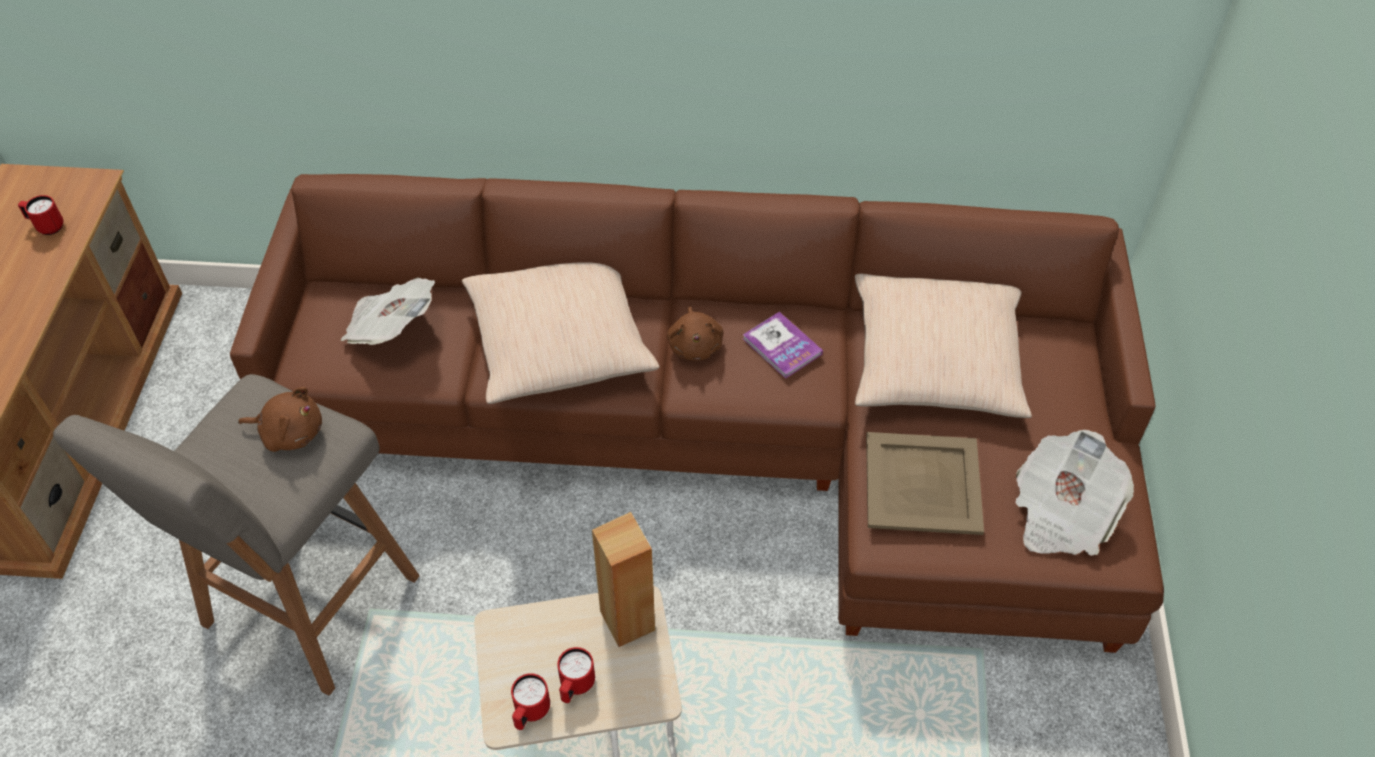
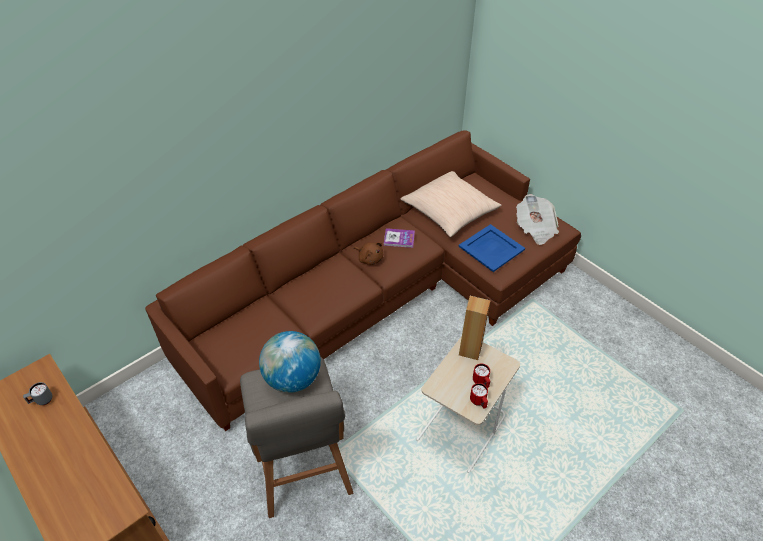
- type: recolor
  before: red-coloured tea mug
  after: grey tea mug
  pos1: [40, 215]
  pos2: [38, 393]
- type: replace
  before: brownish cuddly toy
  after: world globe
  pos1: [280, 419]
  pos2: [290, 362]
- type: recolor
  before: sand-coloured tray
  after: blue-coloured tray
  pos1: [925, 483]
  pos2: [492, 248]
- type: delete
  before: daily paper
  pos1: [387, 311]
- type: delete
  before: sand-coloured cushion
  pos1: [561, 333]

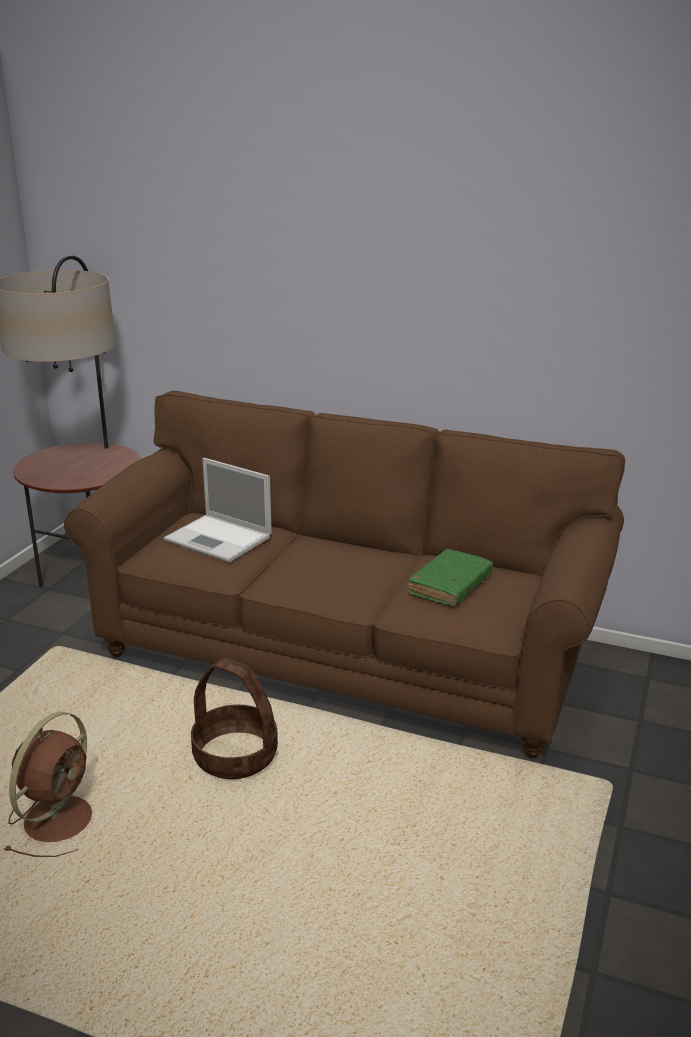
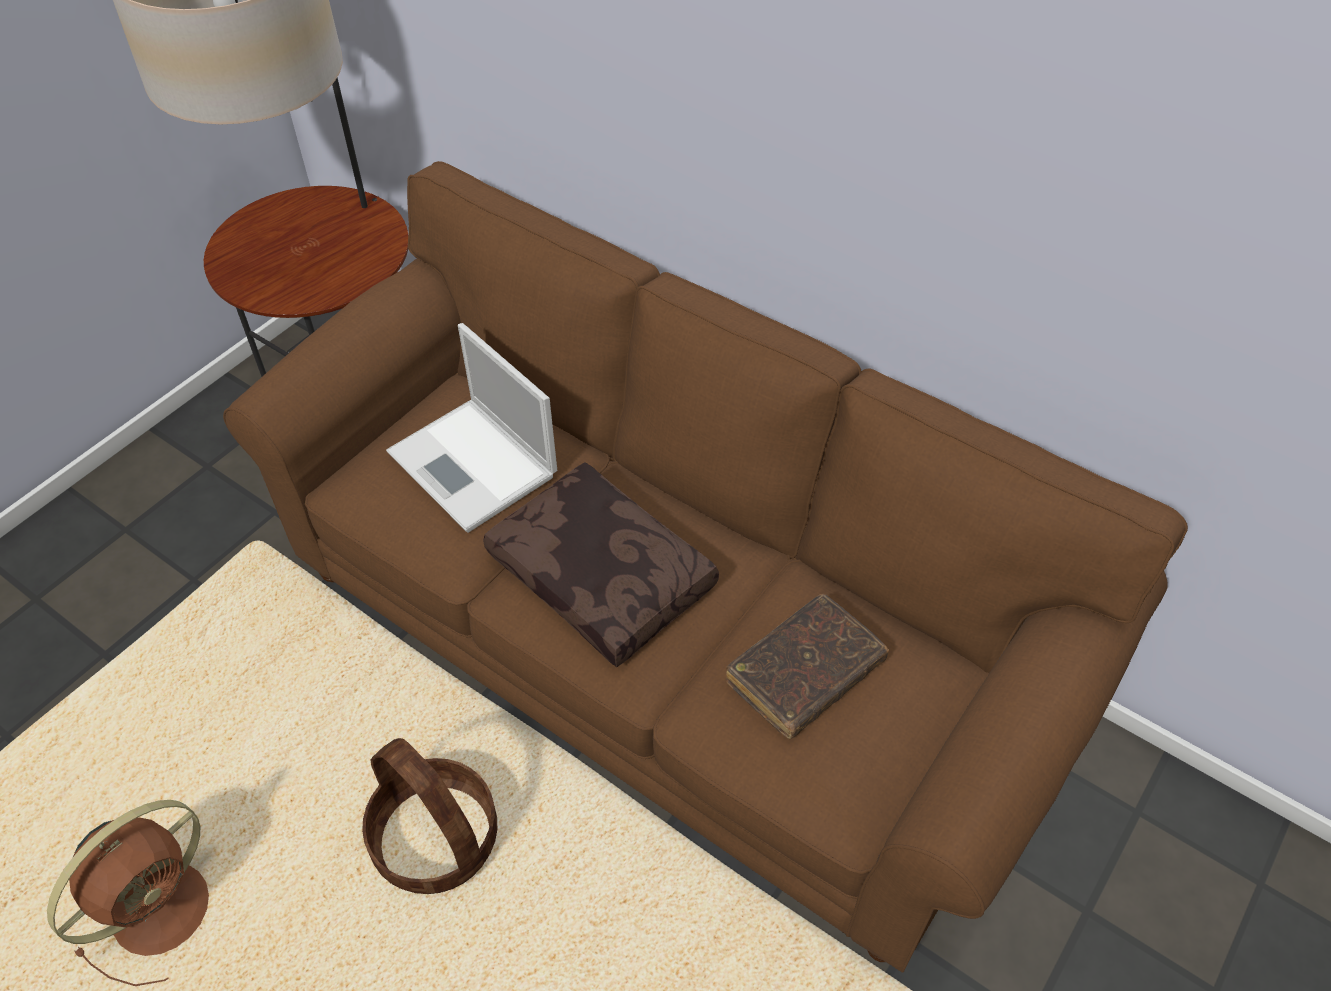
- type: insert
  after: brownish cushion
  pos2: [601, 564]
- type: recolor
  before: greenish book
  after: brownish book
  pos1: [450, 577]
  pos2: [807, 666]

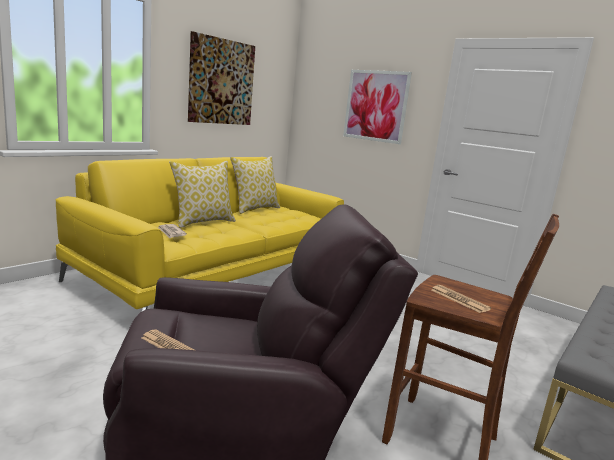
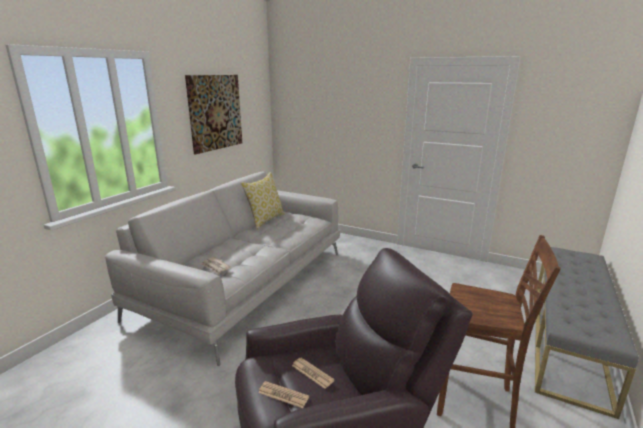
- type: recolor
  before: yellowish sofa
  after: grey sofa
  pos1: [200, 234]
  pos2: [222, 268]
- type: move
  before: daily paper
  pos1: [461, 299]
  pos2: [313, 373]
- type: delete
  before: cushion
  pos1: [202, 194]
- type: delete
  before: wall picture
  pos1: [377, 107]

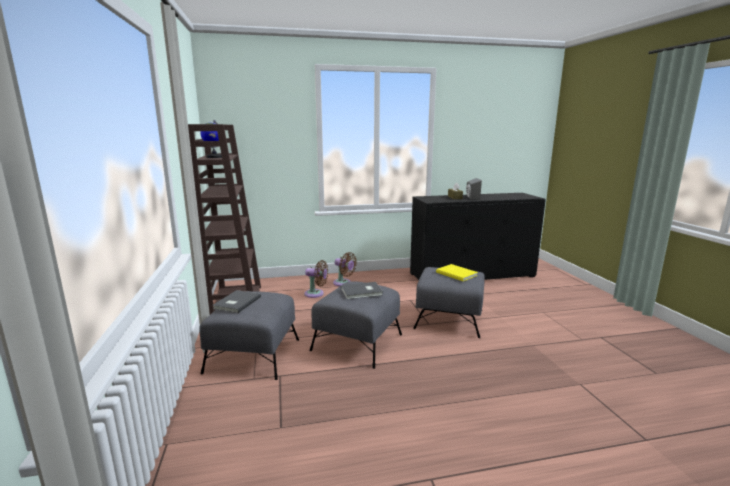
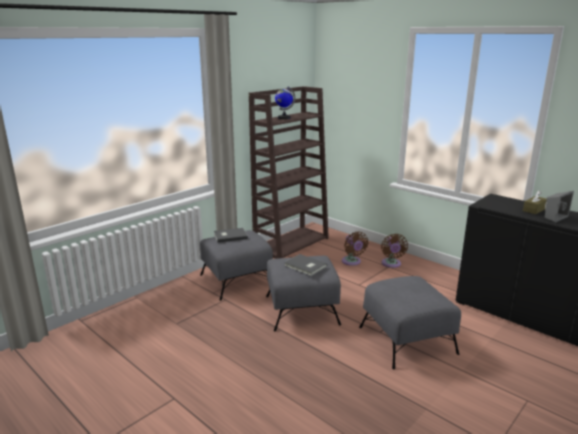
- type: delete
  before: yellowish book
  pos1: [457, 272]

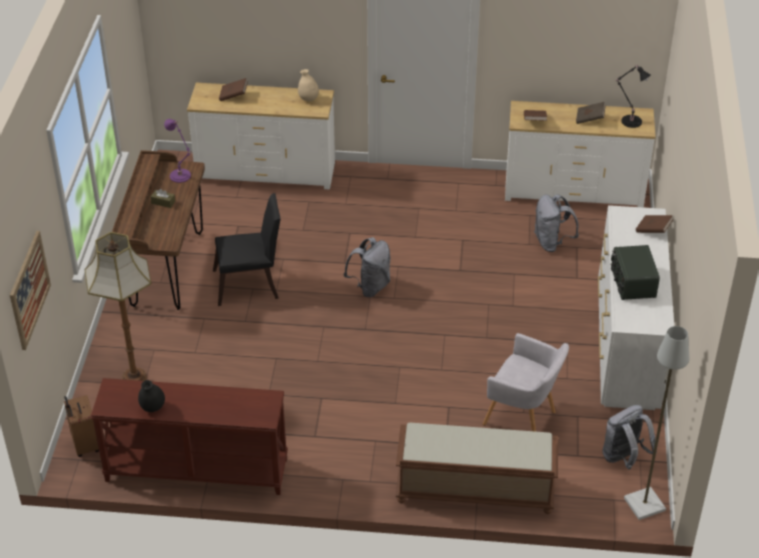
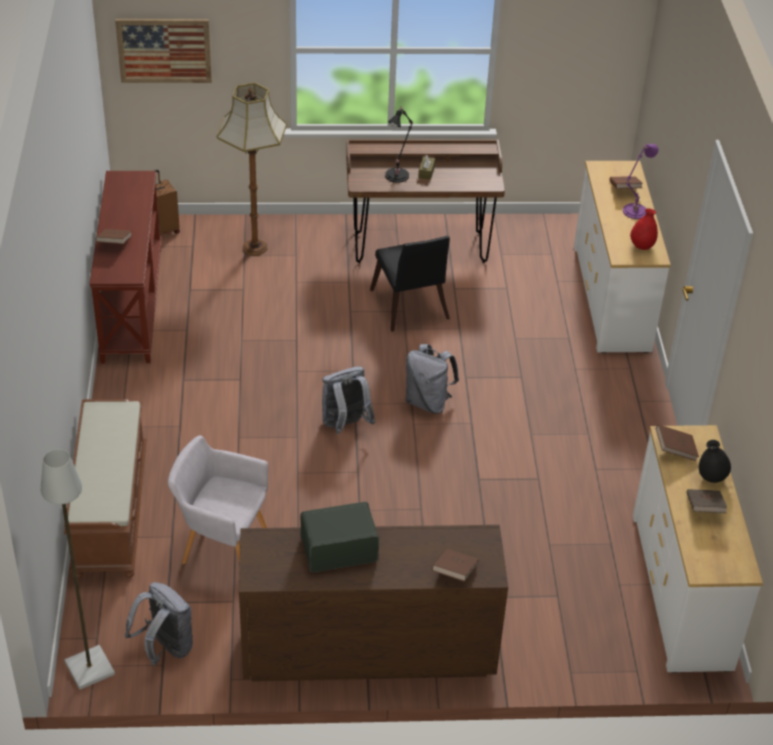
- type: insert
  after: brownish book
  pos2: [113, 236]
- type: rotate
  before: grey easy chair
  pos1: [525, 382]
  pos2: [218, 500]
  turn: 90
- type: recolor
  before: white-coloured chest of drawers
  after: brownish chest of drawers
  pos1: [636, 307]
  pos2: [373, 603]
- type: move
  before: grey knapsack
  pos1: [556, 223]
  pos2: [348, 400]
- type: move
  before: blackish table lamp
  pos1: [633, 96]
  pos2: [399, 145]
- type: move
  before: purplish table lamp
  pos1: [178, 151]
  pos2: [640, 181]
- type: recolor
  before: sand-coloured decorative vase
  after: red-coloured decorative vase
  pos1: [308, 85]
  pos2: [644, 229]
- type: move
  before: blackish decorative vase
  pos1: [151, 396]
  pos2: [715, 461]

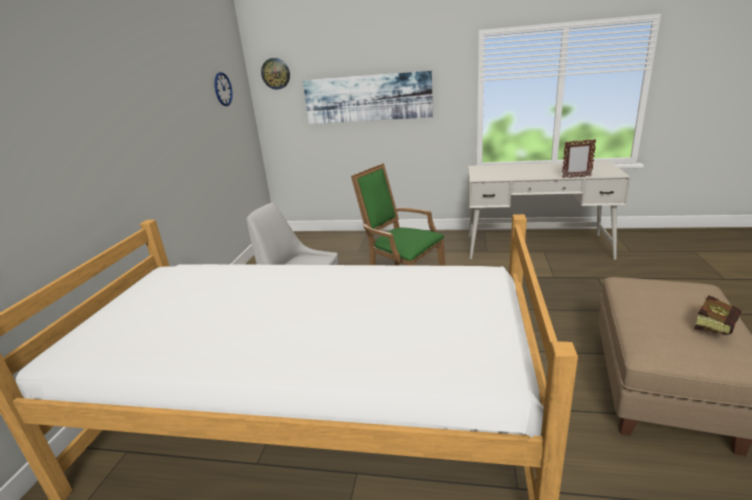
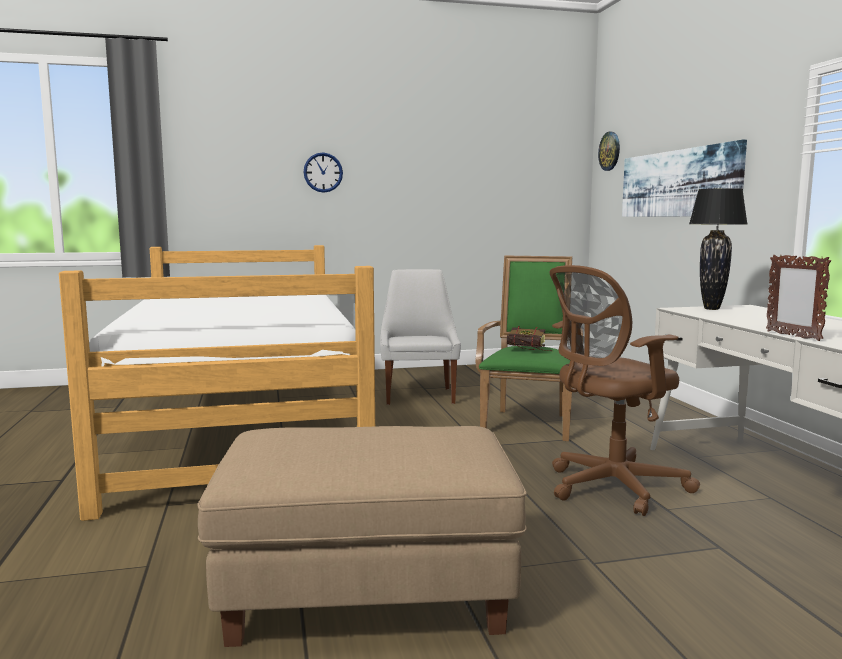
- type: move
  before: wall clock
  pos1: [223, 89]
  pos2: [323, 172]
- type: move
  before: book
  pos1: [717, 315]
  pos2: [530, 338]
- type: insert
  after: brownish office chair
  pos2: [625, 390]
- type: insert
  after: blackish table lamp
  pos2: [718, 249]

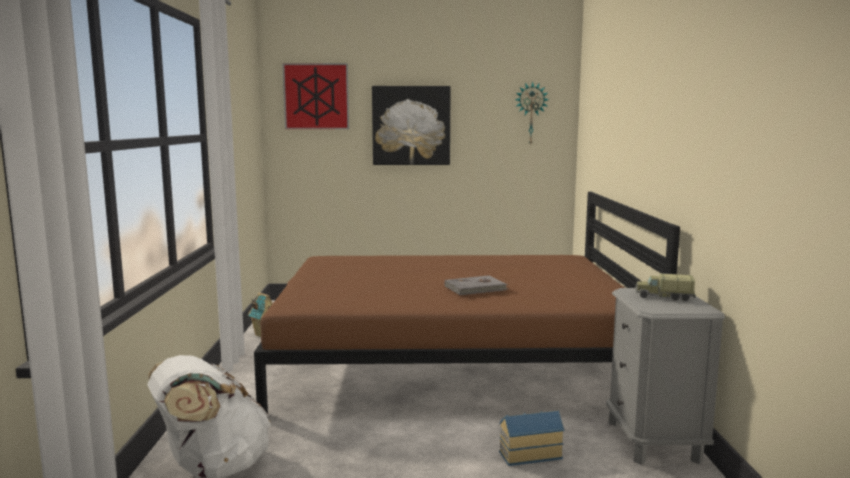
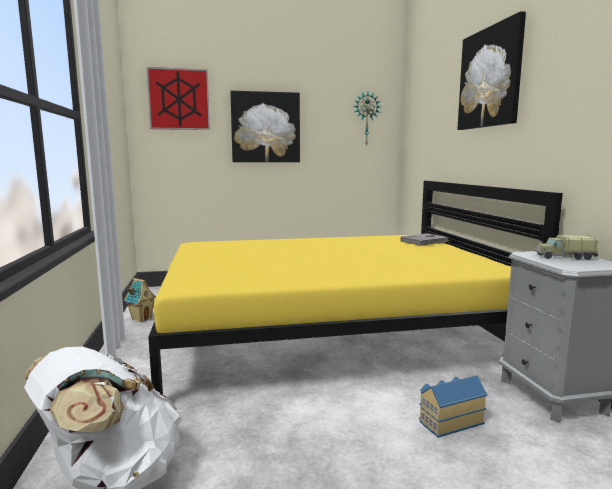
- type: recolor
  before: brownish sleeping bed
  after: yellowish sleeping bed
  pos1: [467, 303]
  pos2: [355, 288]
- type: move
  before: grey book
  pos1: [476, 285]
  pos2: [424, 239]
- type: insert
  after: wall picture
  pos2: [491, 70]

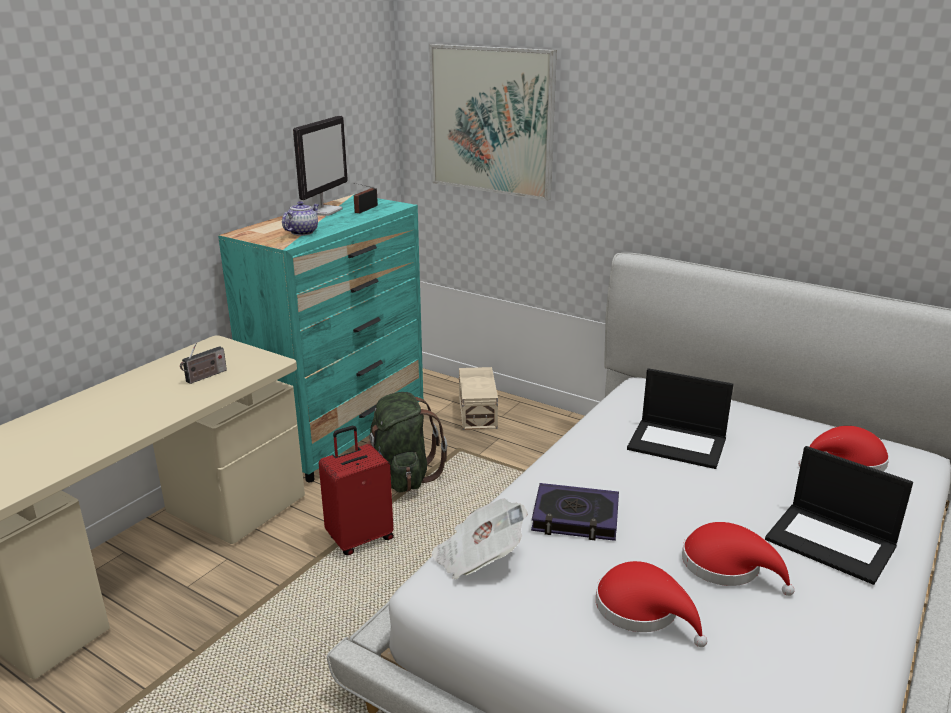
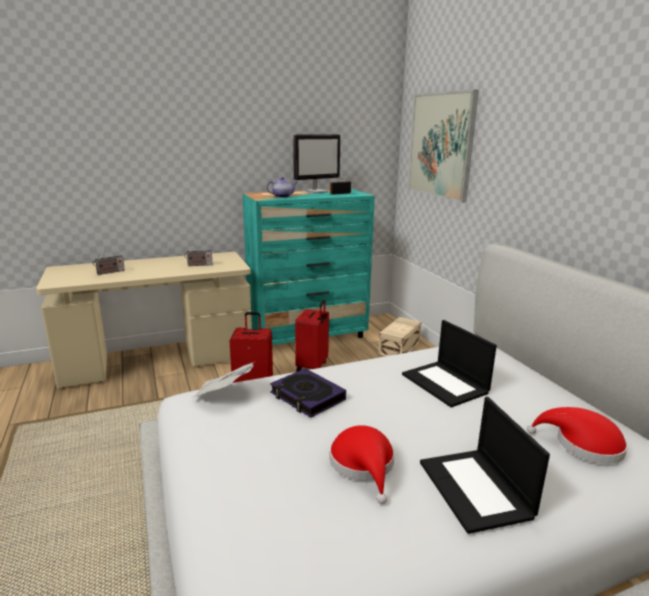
- type: insert
  after: radio
  pos2: [109, 262]
- type: replace
  before: greenish knapsack
  after: red-coloured suitcase
  pos1: [404, 442]
  pos2: [312, 336]
- type: delete
  before: red-coloured clothing hat
  pos1: [651, 604]

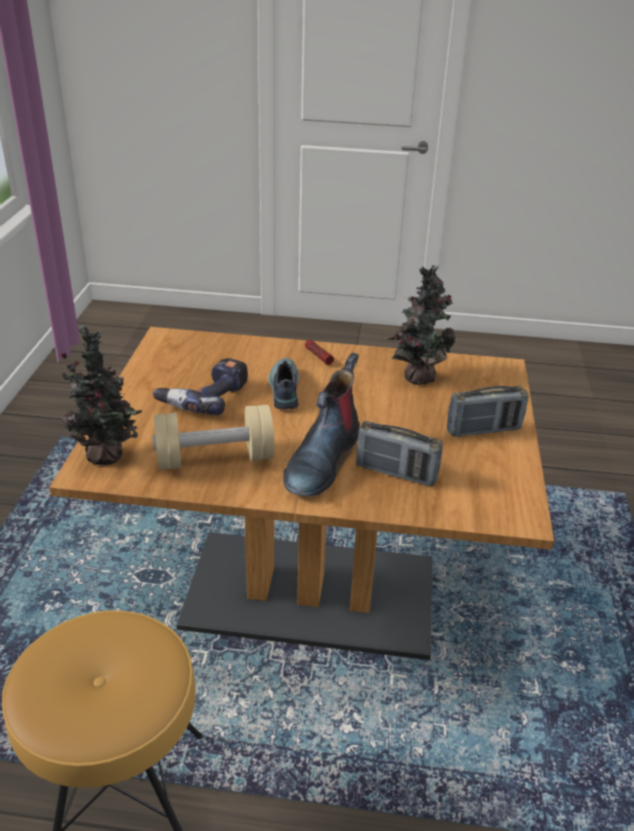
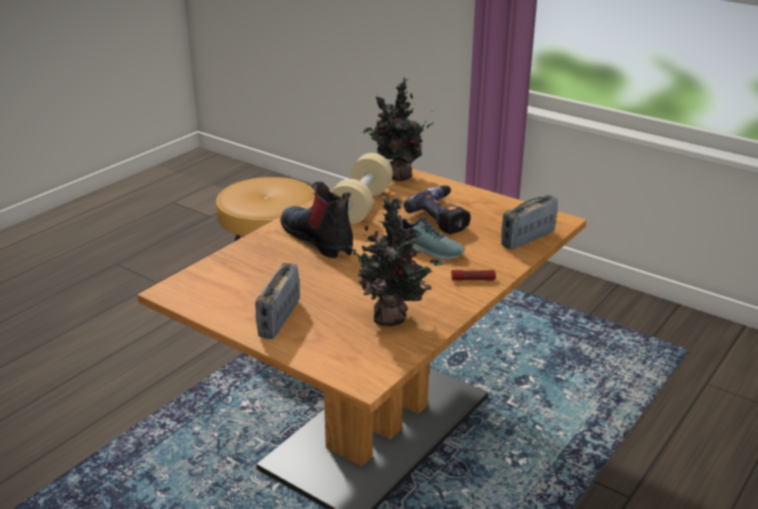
- type: move
  before: radio
  pos1: [399, 453]
  pos2: [529, 222]

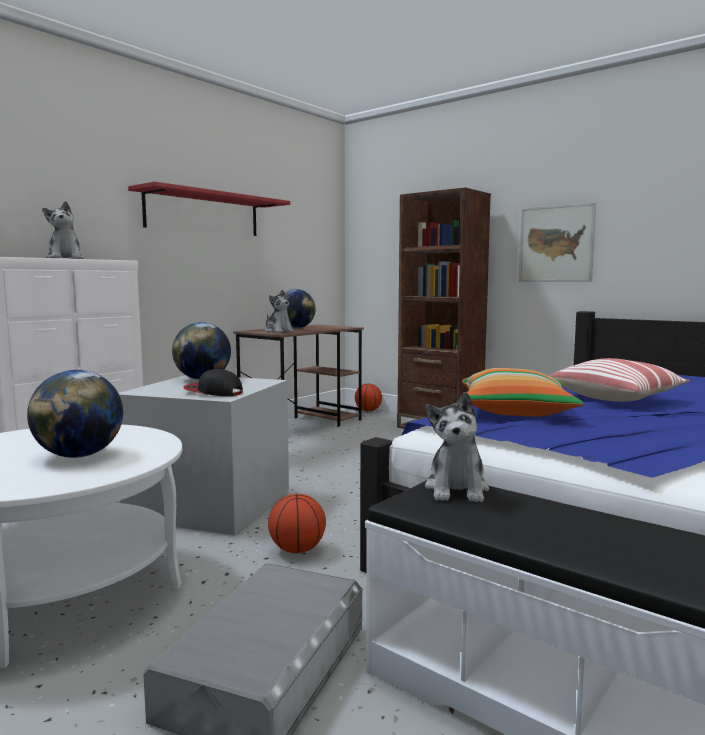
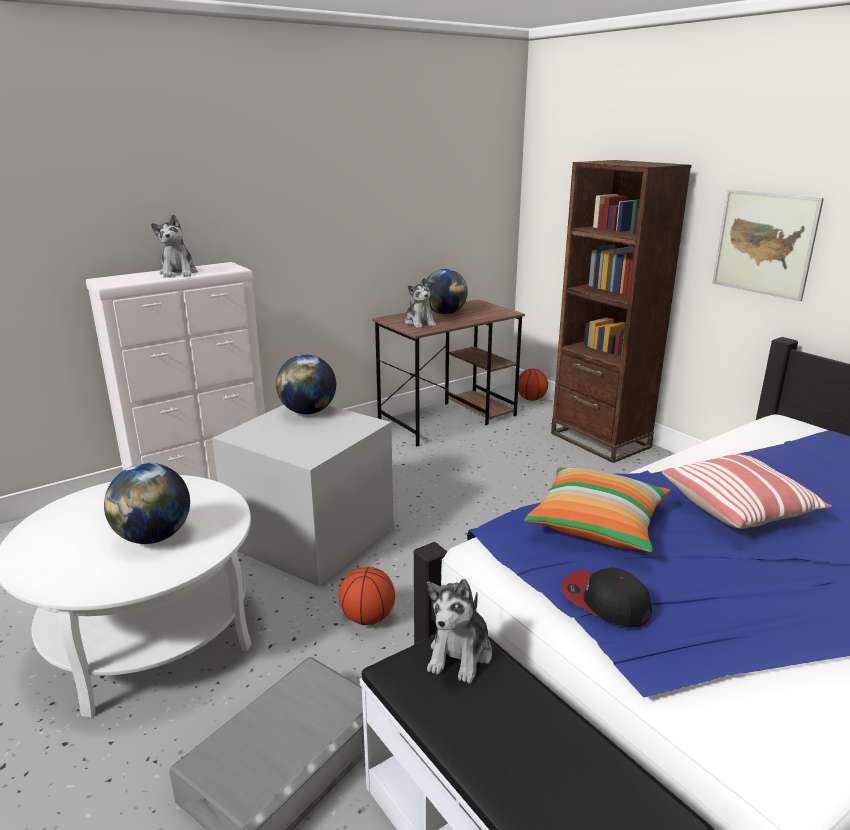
- type: move
  before: baseball cap
  pos1: [213, 383]
  pos2: [606, 598]
- type: delete
  before: red-coloured wall shelf
  pos1: [209, 208]

